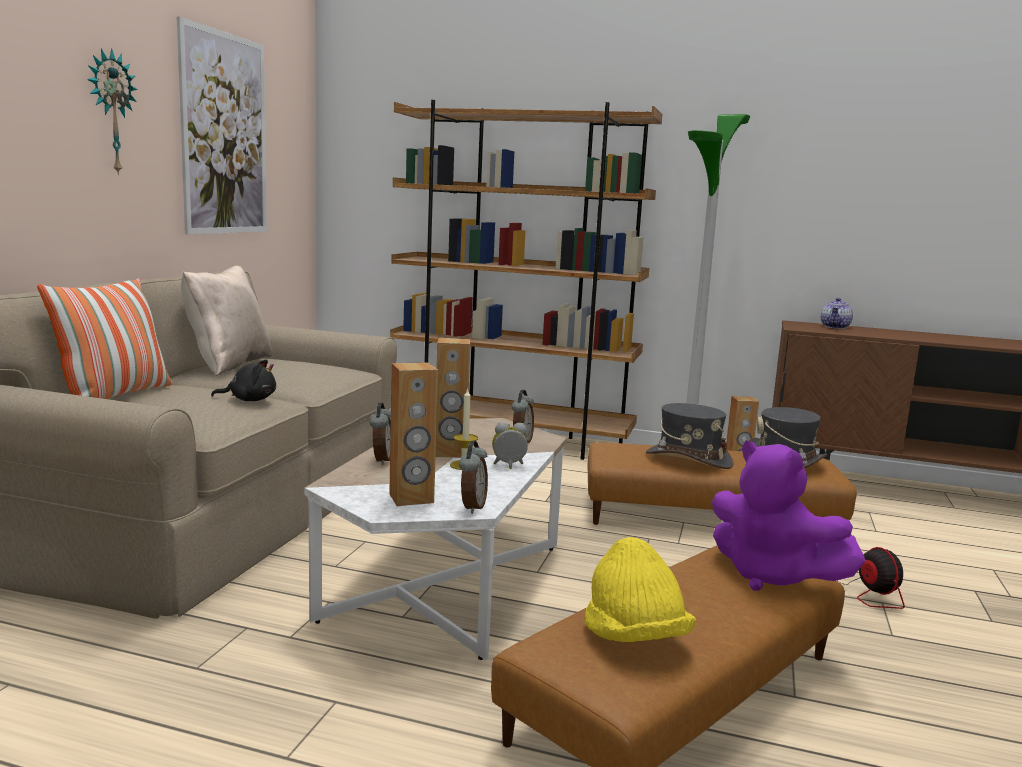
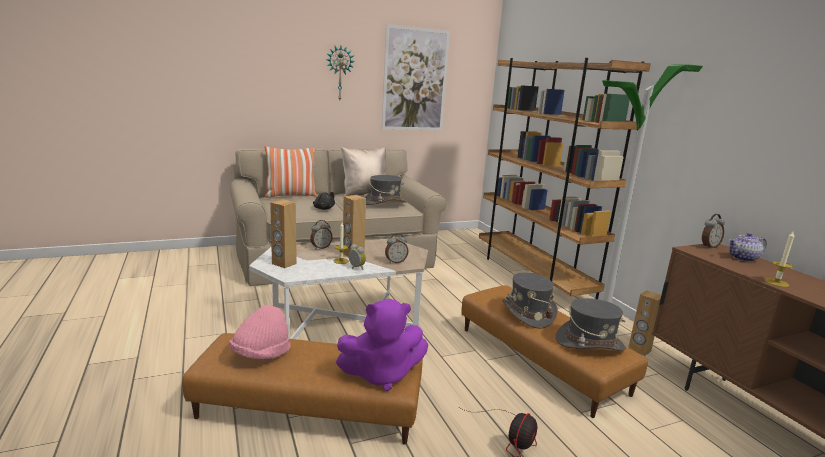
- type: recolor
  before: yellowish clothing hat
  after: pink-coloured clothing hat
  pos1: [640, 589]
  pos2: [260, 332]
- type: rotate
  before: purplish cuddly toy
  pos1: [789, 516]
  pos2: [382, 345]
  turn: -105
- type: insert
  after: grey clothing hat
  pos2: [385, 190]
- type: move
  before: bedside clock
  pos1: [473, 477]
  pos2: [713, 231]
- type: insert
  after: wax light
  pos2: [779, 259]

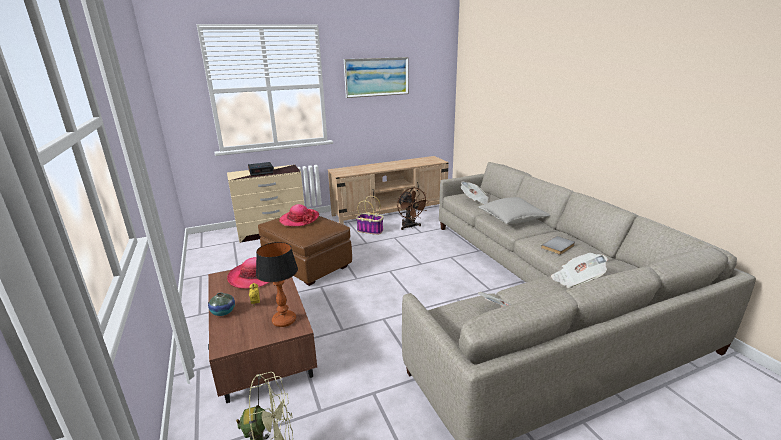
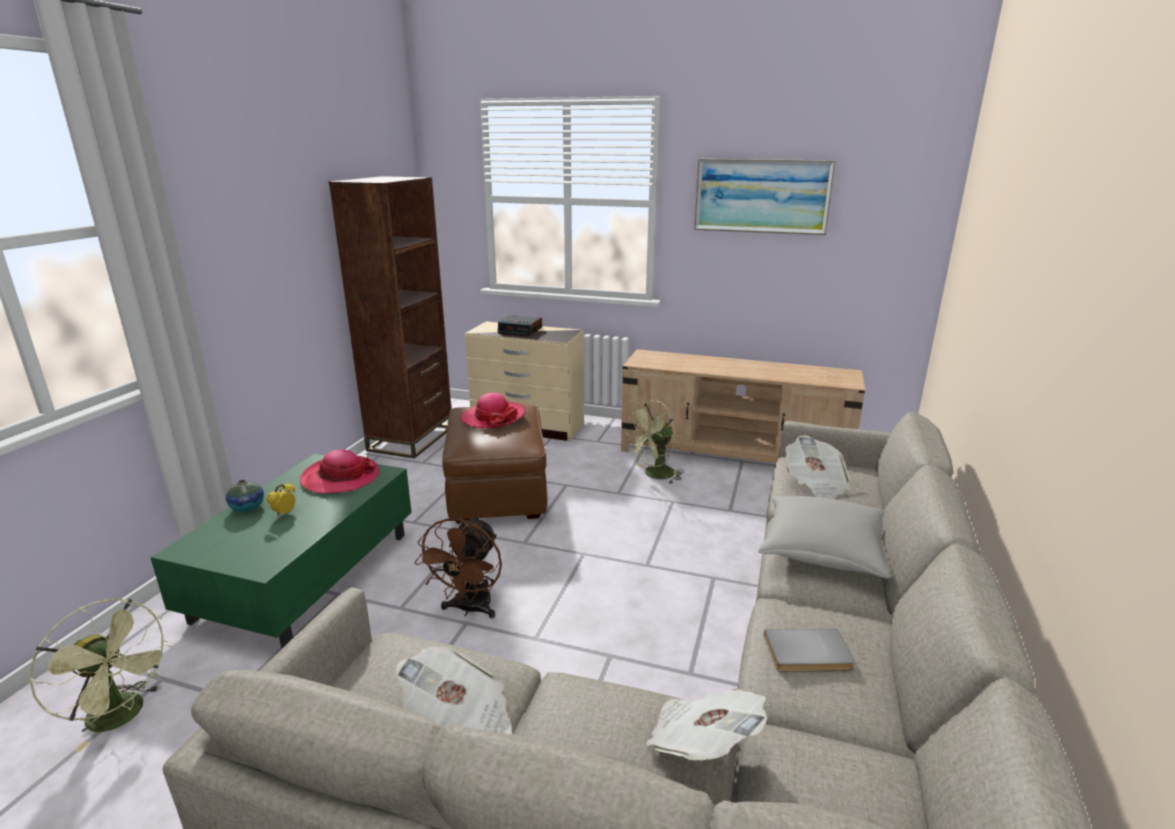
- type: recolor
  before: brownish coffee table
  after: greenish coffee table
  pos1: [262, 336]
  pos2: [281, 551]
- type: insert
  after: brownish shelving unit
  pos2: [390, 317]
- type: move
  before: brownish electric fan
  pos1: [413, 208]
  pos2: [458, 567]
- type: replace
  before: storage basket
  after: greenish electric fan
  pos1: [370, 215]
  pos2: [655, 442]
- type: delete
  before: table lamp
  pos1: [277, 284]

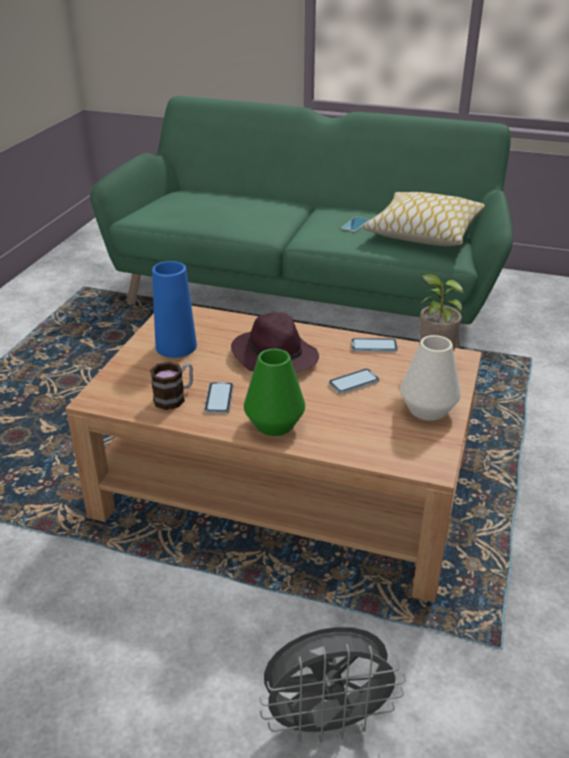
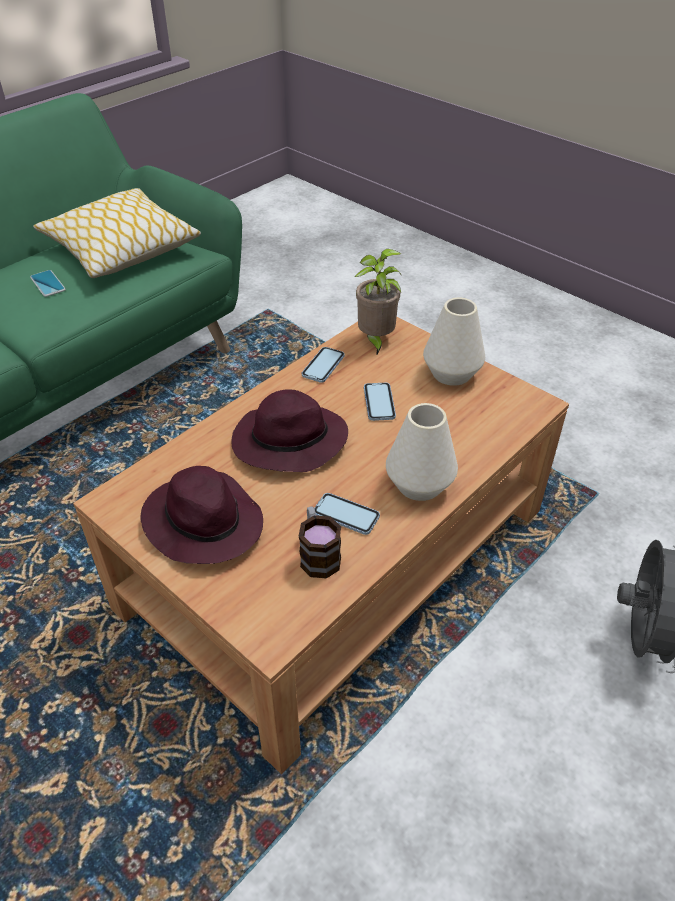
- type: replace
  before: blue-coloured decorative vase
  after: purplish clothing hat
  pos1: [174, 309]
  pos2: [201, 515]
- type: recolor
  before: greenish decorative vase
  after: white-coloured decorative vase
  pos1: [274, 392]
  pos2: [422, 452]

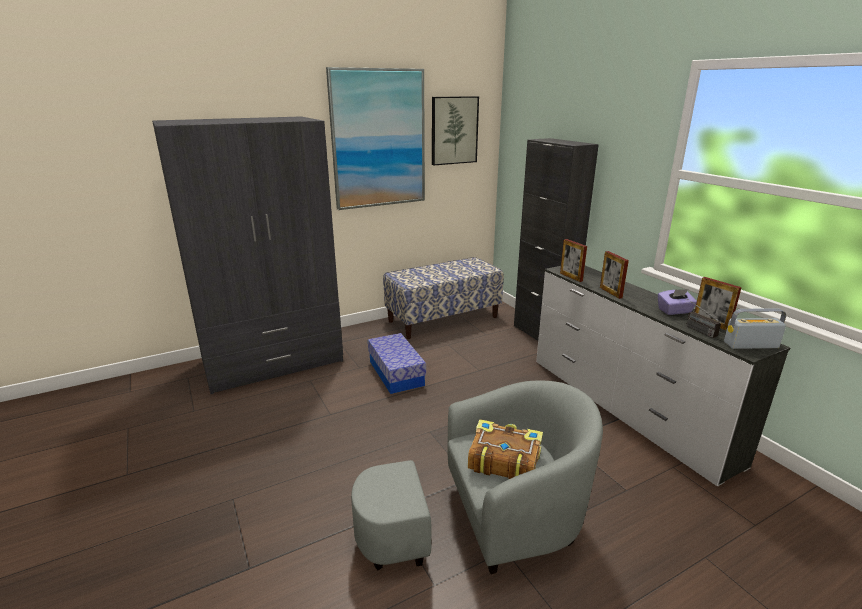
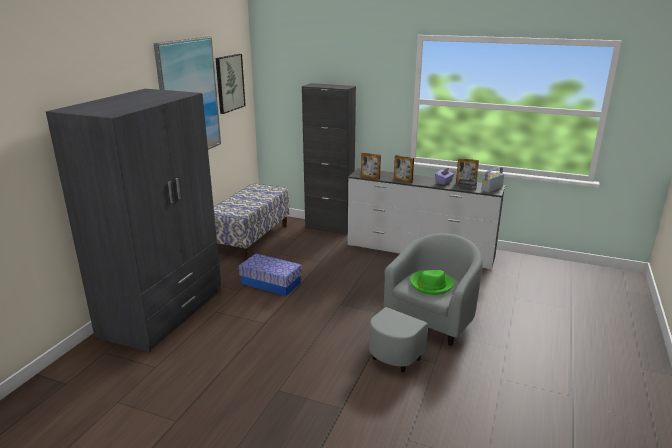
- type: replace
  before: book
  after: greenish clothing hat
  pos1: [505, 449]
  pos2: [432, 282]

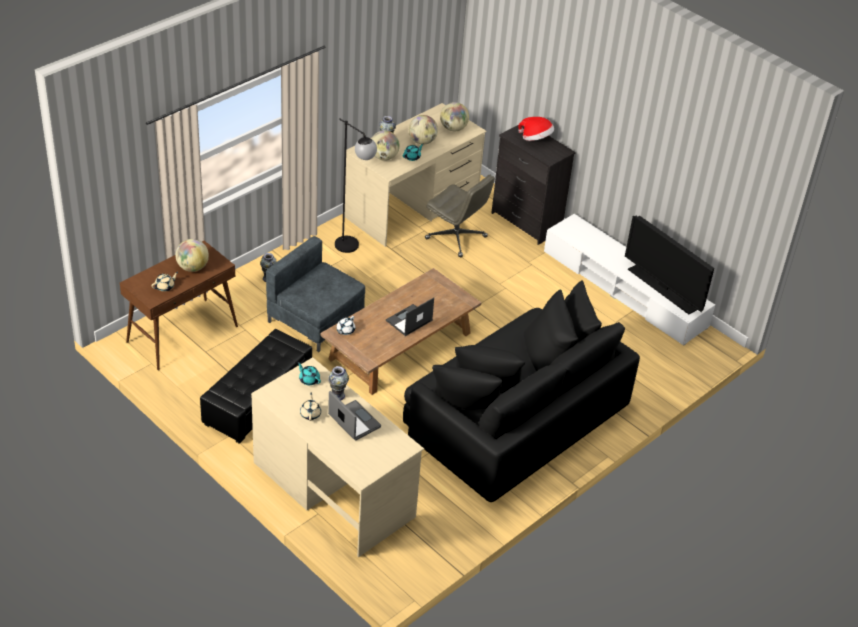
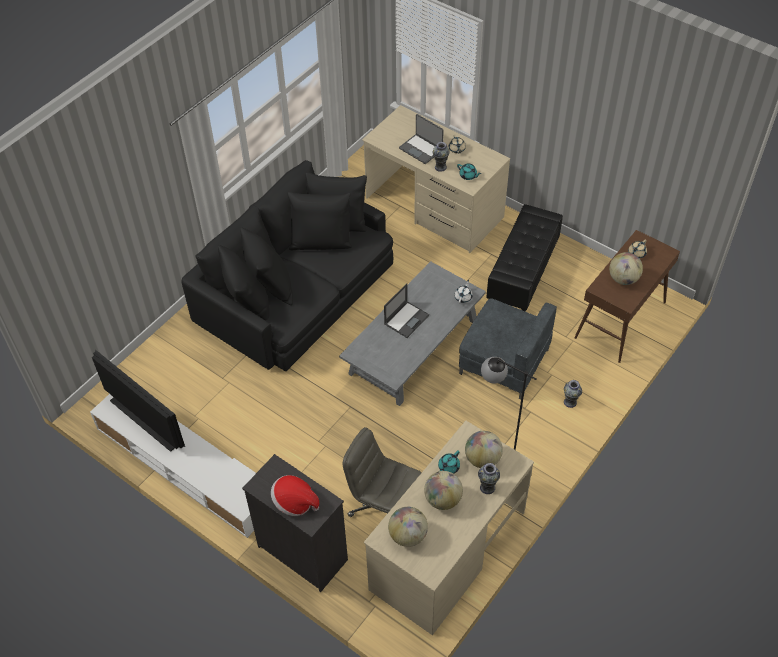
- type: recolor
  before: brownish coffee table
  after: grey coffee table
  pos1: [401, 331]
  pos2: [412, 333]

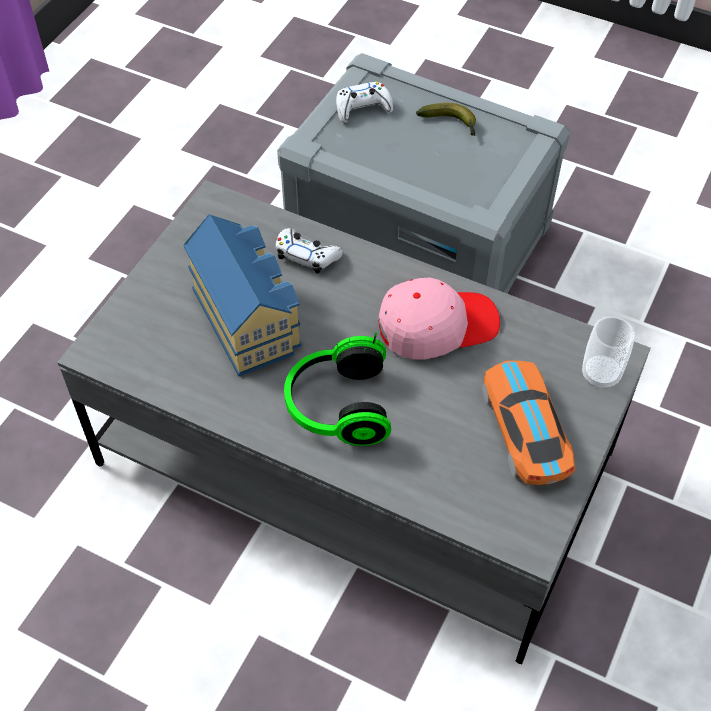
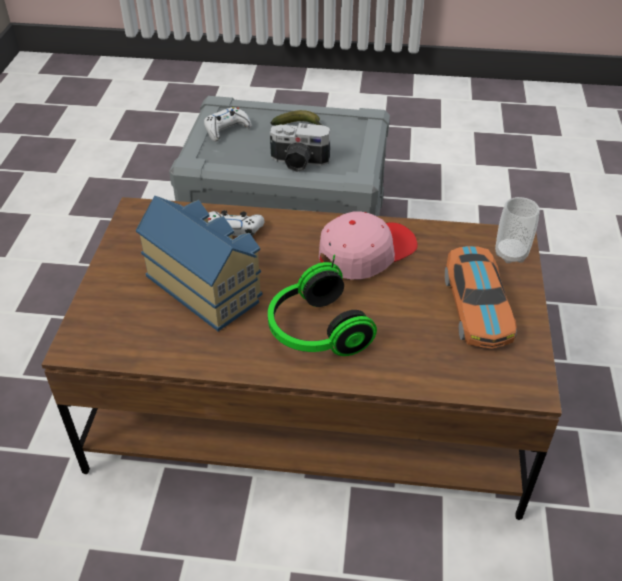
- type: recolor
  before: grey coffee table
  after: brownish coffee table
  pos1: [354, 422]
  pos2: [301, 358]
- type: insert
  after: still camera
  pos2: [300, 147]
- type: rotate
  before: model car
  pos1: [528, 423]
  pos2: [481, 297]
  turn: -150

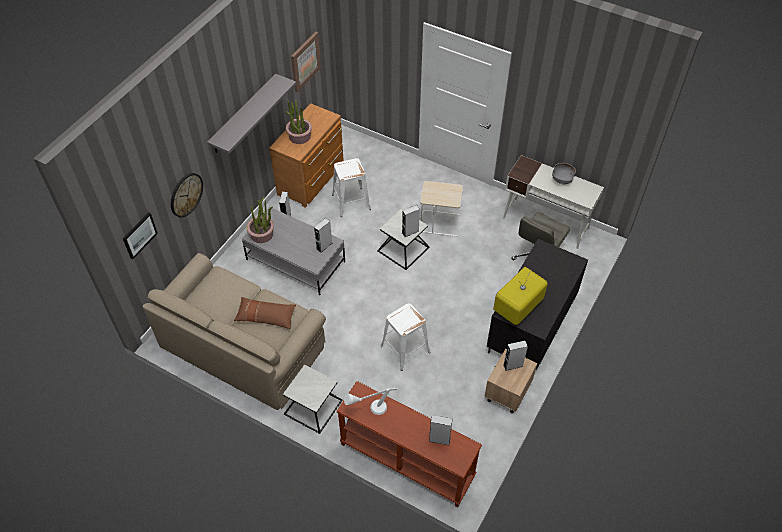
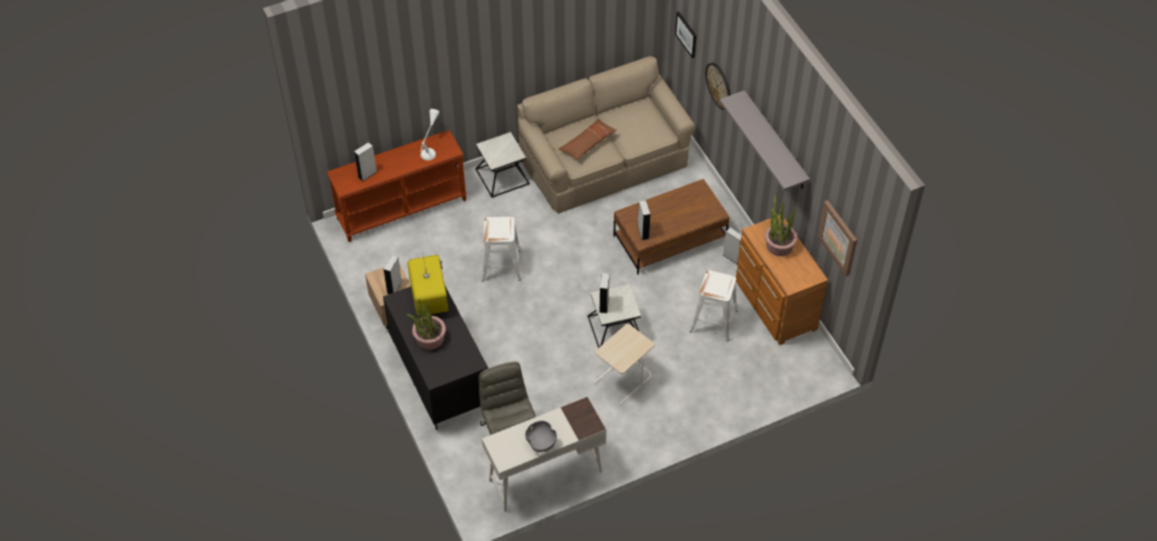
- type: move
  before: houseplant
  pos1: [260, 220]
  pos2: [426, 324]
- type: recolor
  before: grey coffee table
  after: brownish coffee table
  pos1: [293, 251]
  pos2: [671, 227]

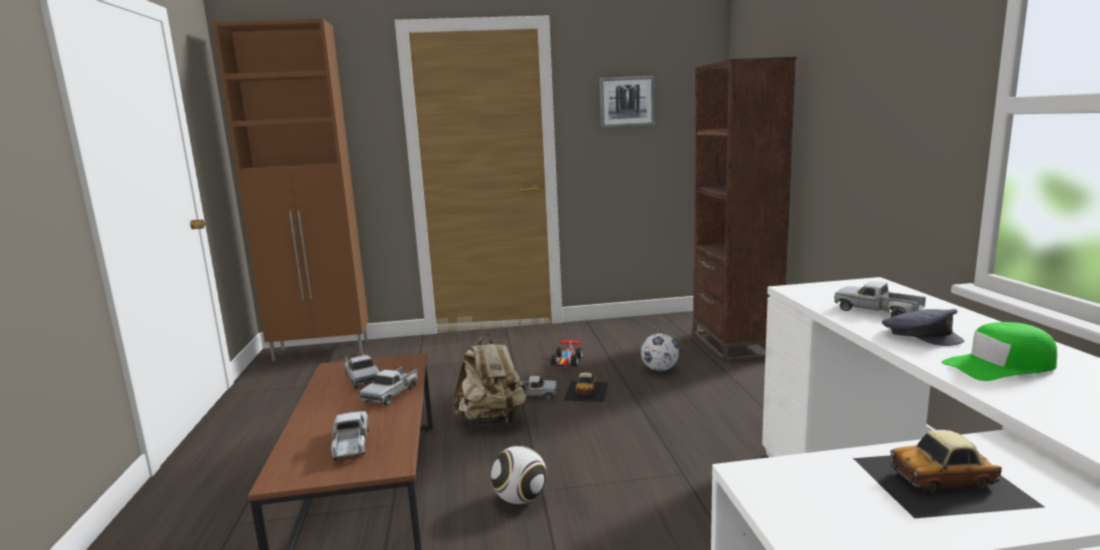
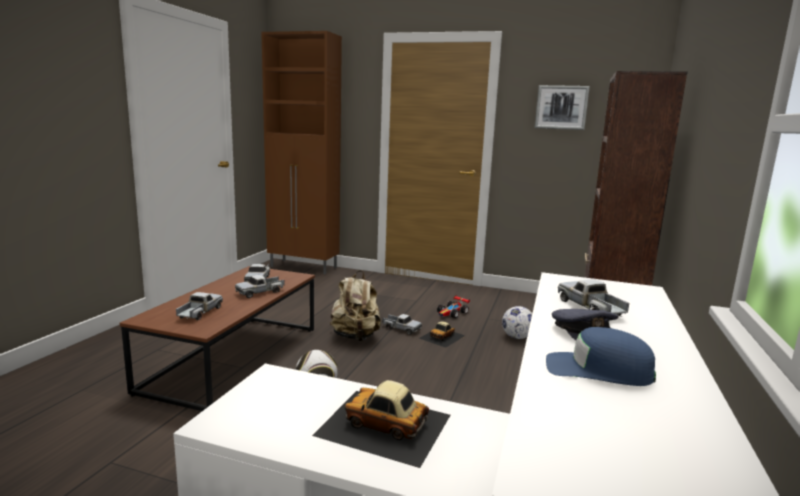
- type: recolor
  before: greenish baseball cap
  after: blue-coloured baseball cap
  pos1: [999, 351]
  pos2: [601, 356]

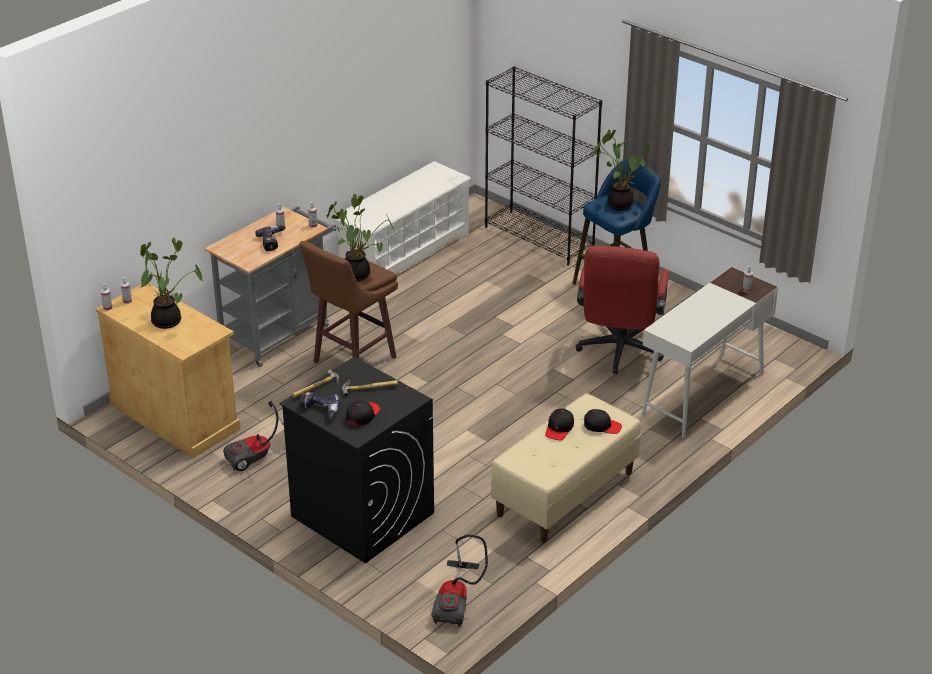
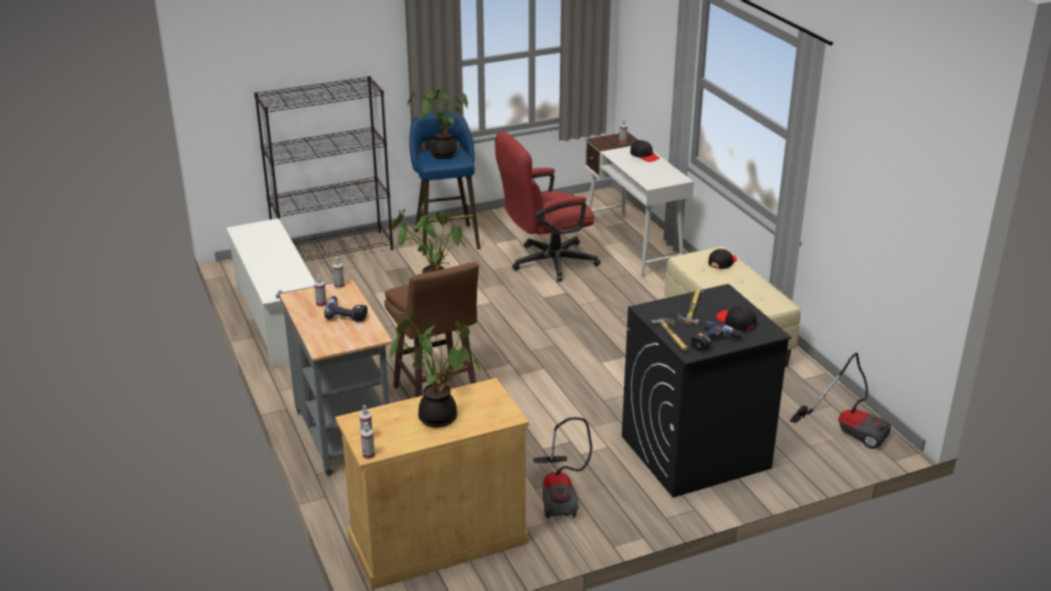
- type: rotate
  before: red-coloured office chair
  pos1: [622, 310]
  pos2: [548, 206]
  turn: 120
- type: move
  before: blackish baseball cap
  pos1: [559, 424]
  pos2: [644, 151]

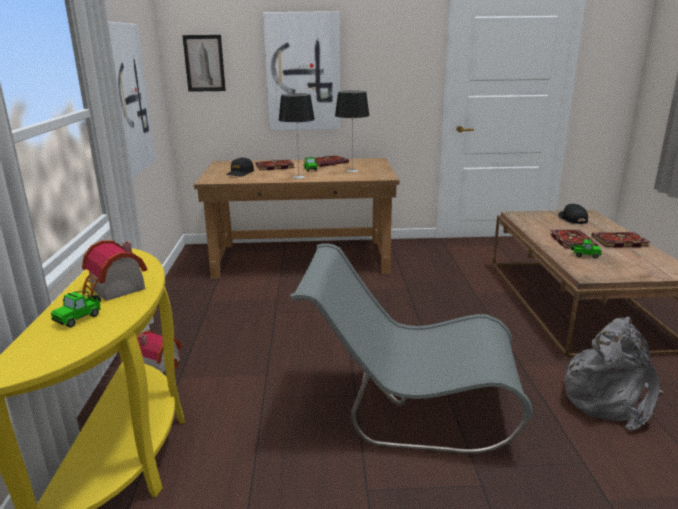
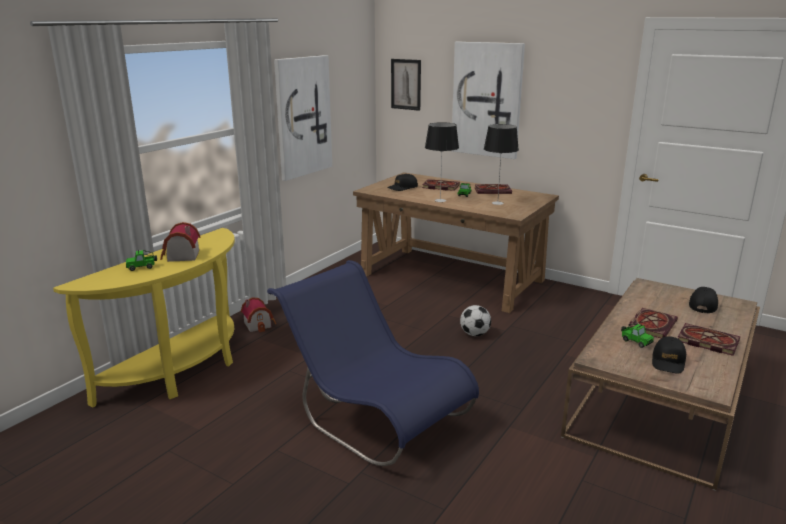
- type: recolor
  before: grey upright chair
  after: blue-coloured upright chair
  pos1: [411, 348]
  pos2: [373, 363]
- type: insert
  after: football
  pos2: [475, 320]
- type: insert
  after: blackish baseball cap
  pos2: [669, 355]
- type: delete
  before: grey knapsack
  pos1: [614, 374]

